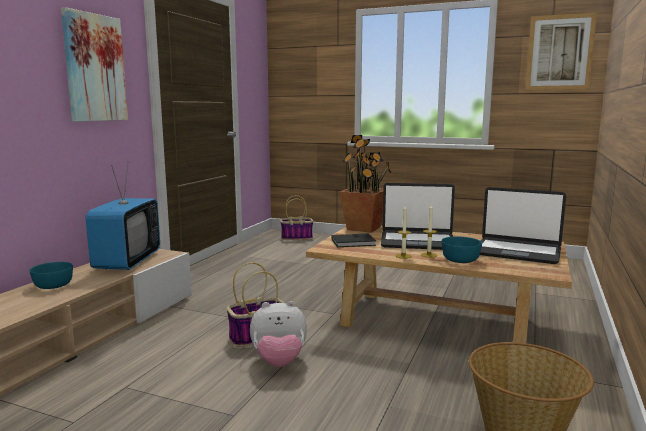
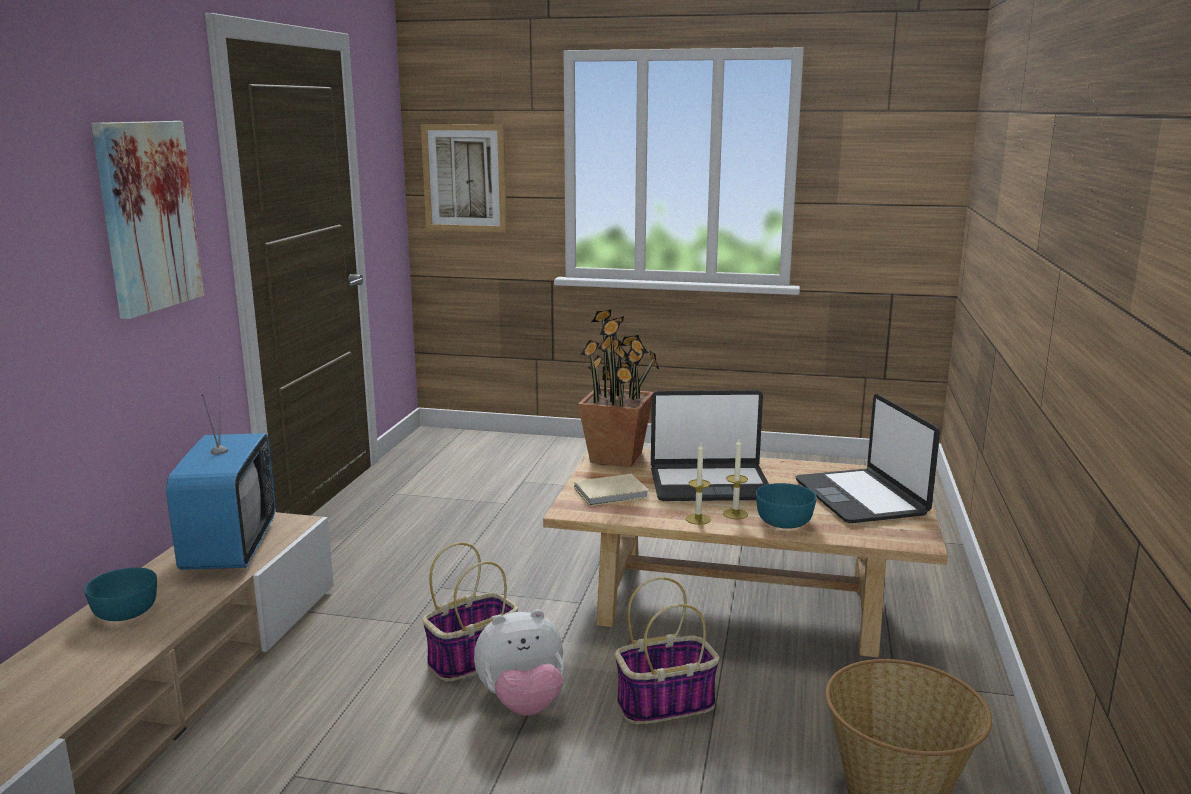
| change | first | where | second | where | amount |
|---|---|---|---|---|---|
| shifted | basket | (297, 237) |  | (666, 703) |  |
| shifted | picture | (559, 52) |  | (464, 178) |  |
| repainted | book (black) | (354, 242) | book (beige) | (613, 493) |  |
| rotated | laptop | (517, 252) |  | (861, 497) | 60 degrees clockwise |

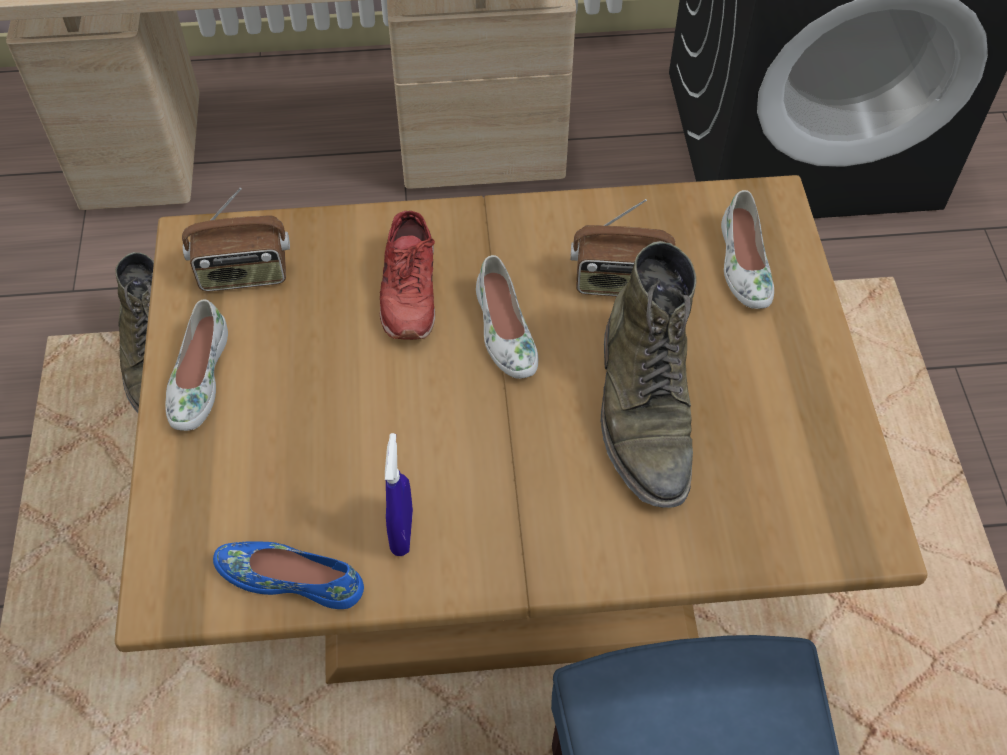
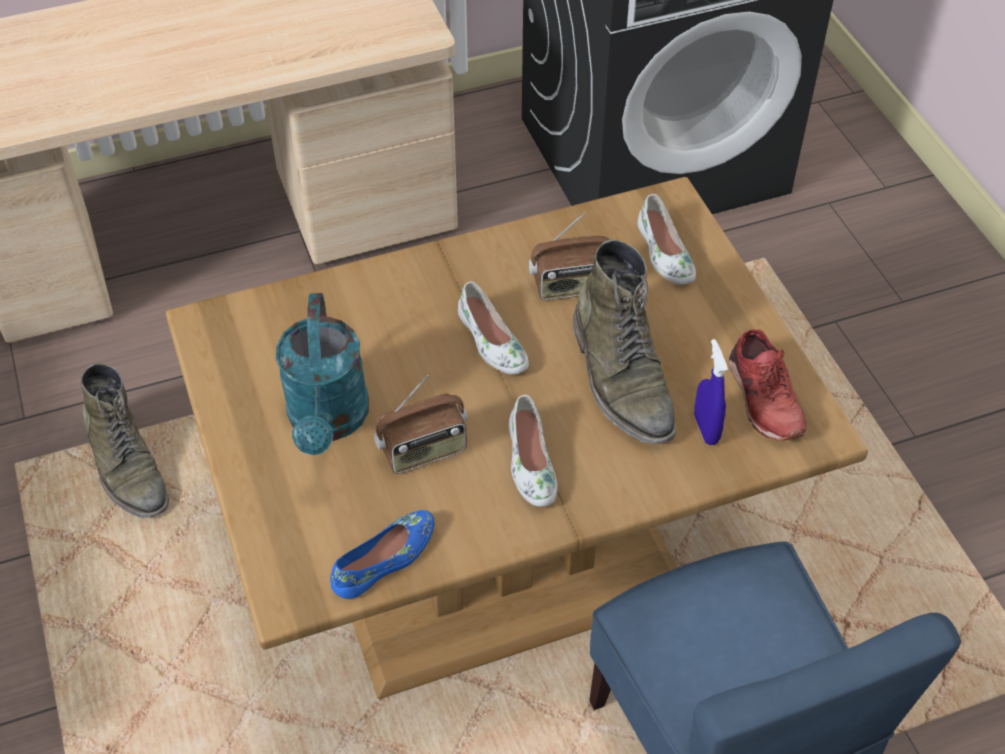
| change | first | where | second | where | amount |
|---|---|---|---|---|---|
| new |  |  | watering can (turquoise) | (328, 422) |  |
| shifted | shoe (white) | (198, 378) |  | (530, 463) |  |
| shifted | radio | (244, 274) |  | (423, 451) |  |
| shifted | shoe (red) | (408, 290) |  | (763, 398) |  |
| shifted | spray bottle (blue) | (402, 532) |  | (706, 429) |  |
| rotated | shoe (blue) | (291, 577) |  | (385, 560) | 135 degrees clockwise |

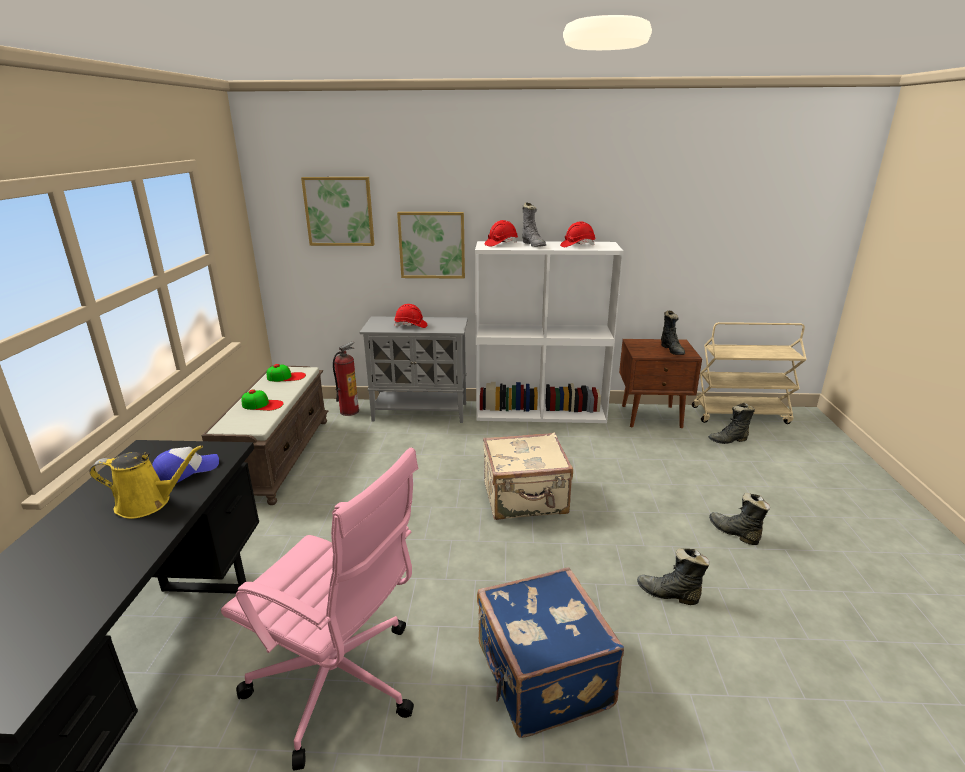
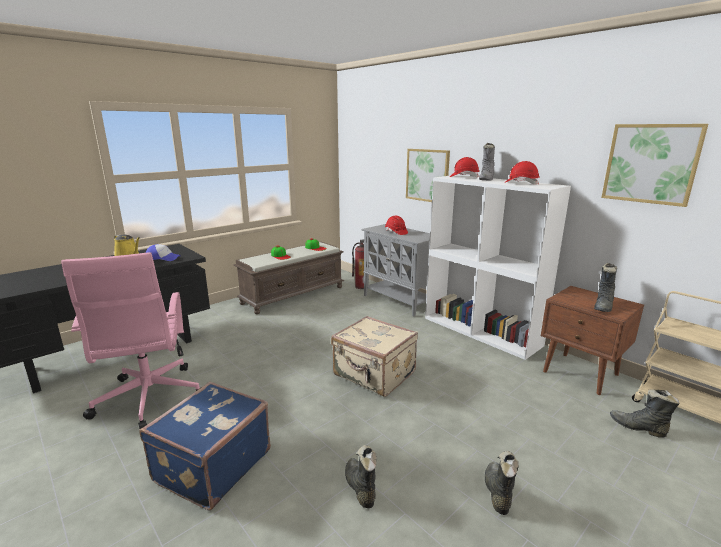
| change | first | where | second | where | amount |
|---|---|---|---|---|---|
| shifted | picture | (339, 211) |  | (651, 163) |  |

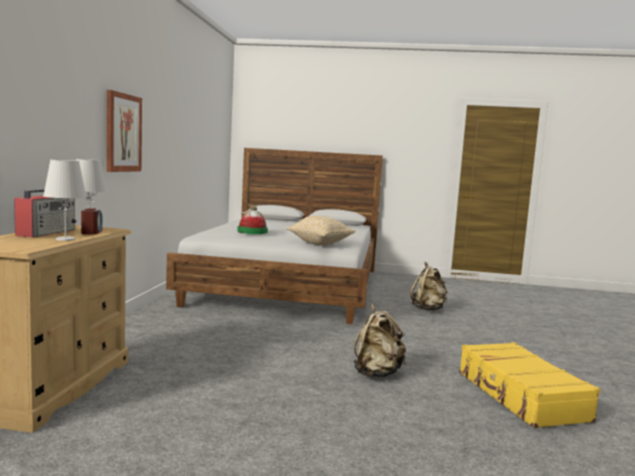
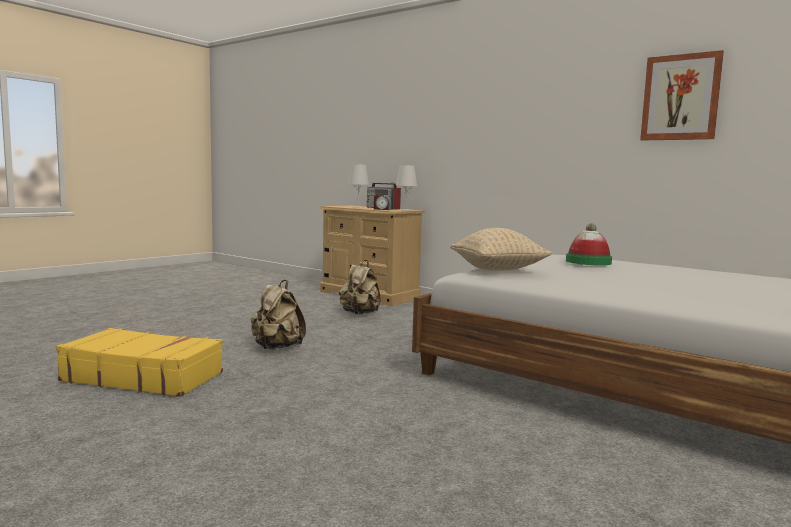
| change | first | where | second | where | amount |
|---|---|---|---|---|---|
| shifted | picture | (123, 133) |  | (680, 97) |  |
| shifted | backpack (beige) | (428, 309) |  | (359, 314) |  |

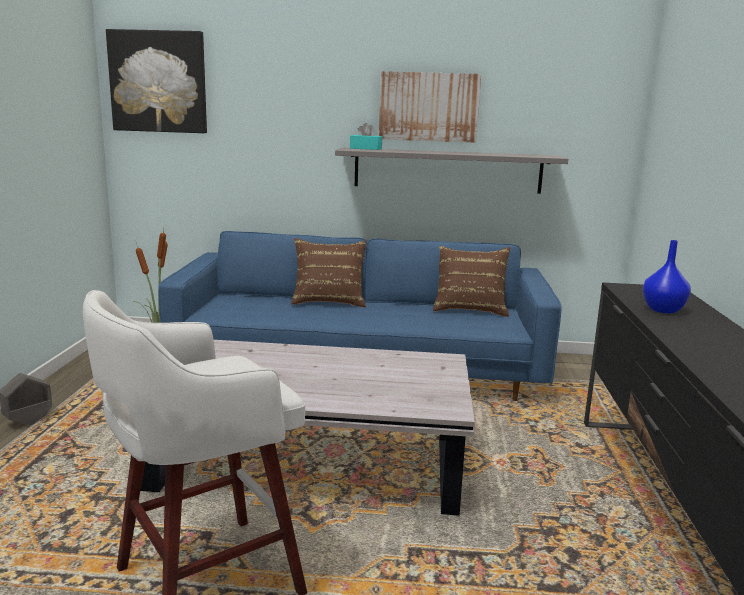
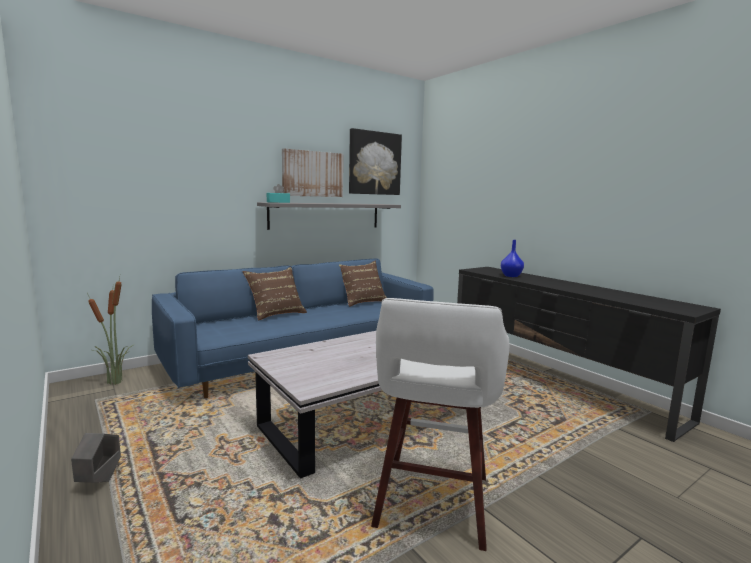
| change | first | where | second | where | amount |
|---|---|---|---|---|---|
| shifted | picture | (158, 82) |  | (374, 163) |  |

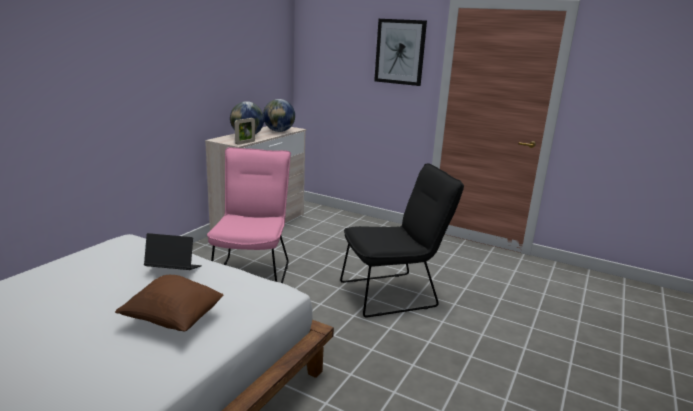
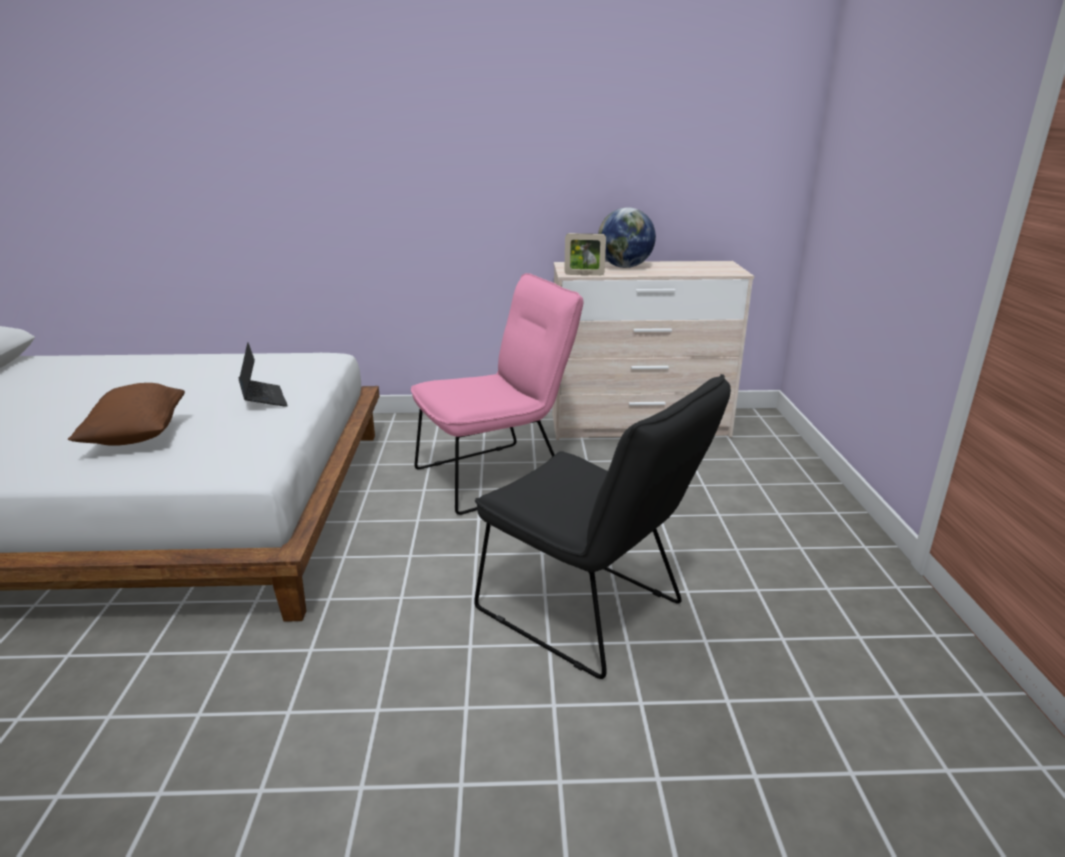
| change | first | where | second | where | amount |
|---|---|---|---|---|---|
| gone | globe | (279, 131) |  |  |  |
| gone | picture | (400, 52) |  |  |  |

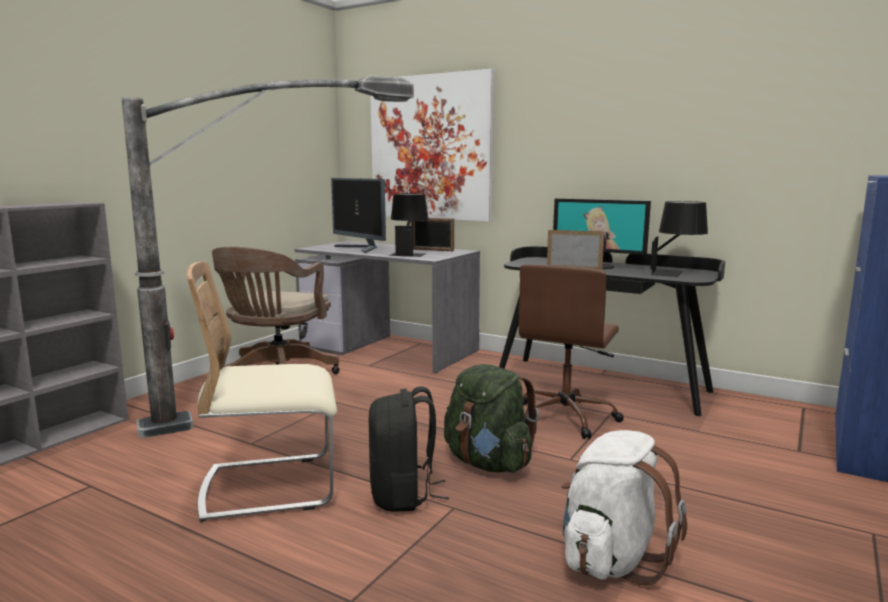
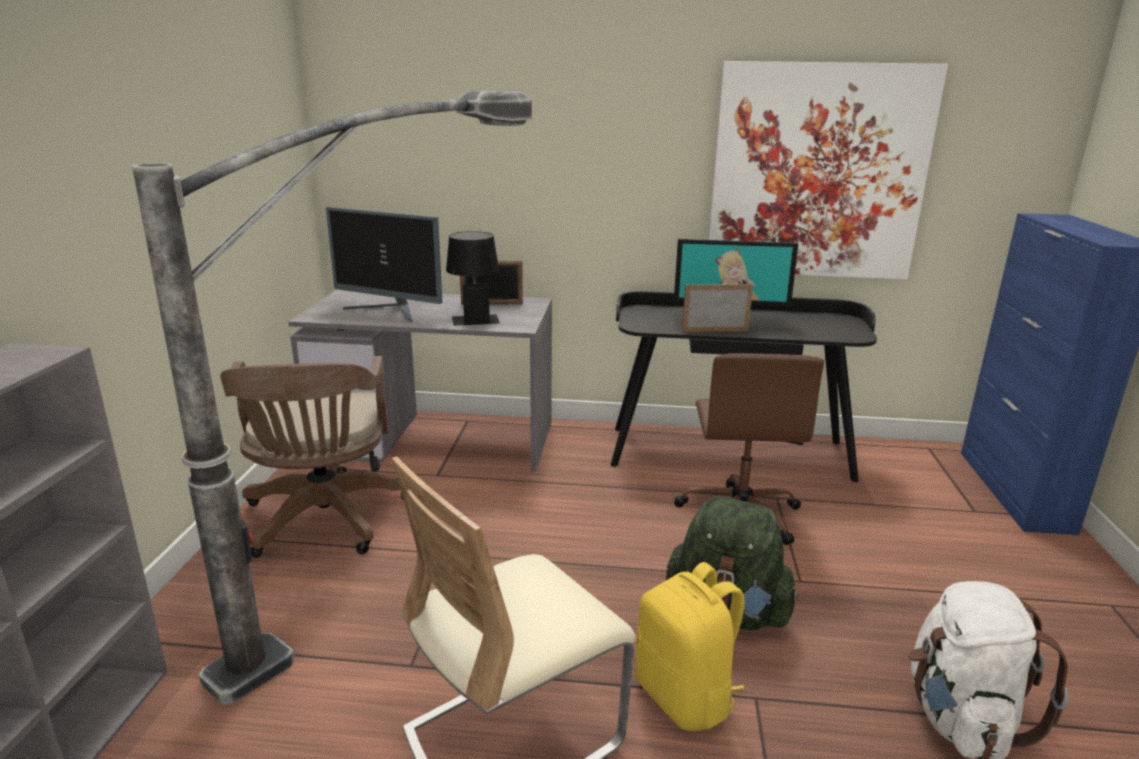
| change | first | where | second | where | amount |
|---|---|---|---|---|---|
| gone | table lamp (black) | (676, 273) |  |  |  |
| shifted | picture | (431, 148) |  | (817, 173) |  |
| repainted | backpack (black) | (403, 495) | backpack (yellow) | (686, 697) |  |

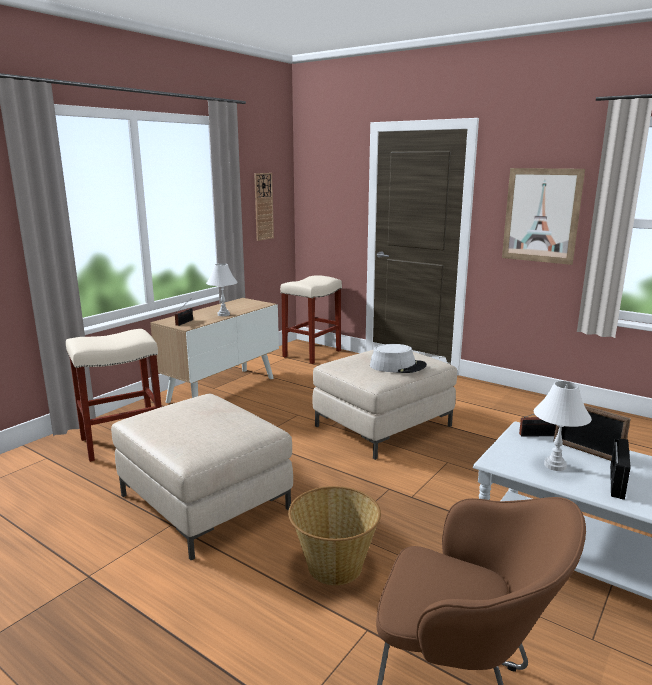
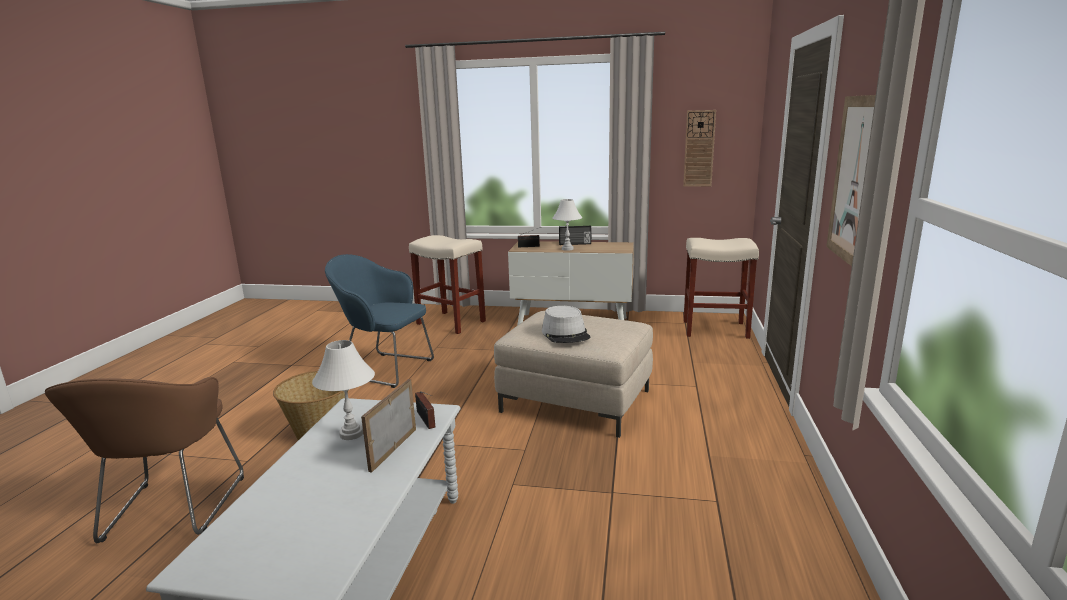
| change | first | where | second | where | amount |
|---|---|---|---|---|---|
| shifted | radio | (618, 482) |  | (575, 244) |  |
| swapped | ottoman (beige) | (204, 502) | armchair (blue) | (385, 368) |  |

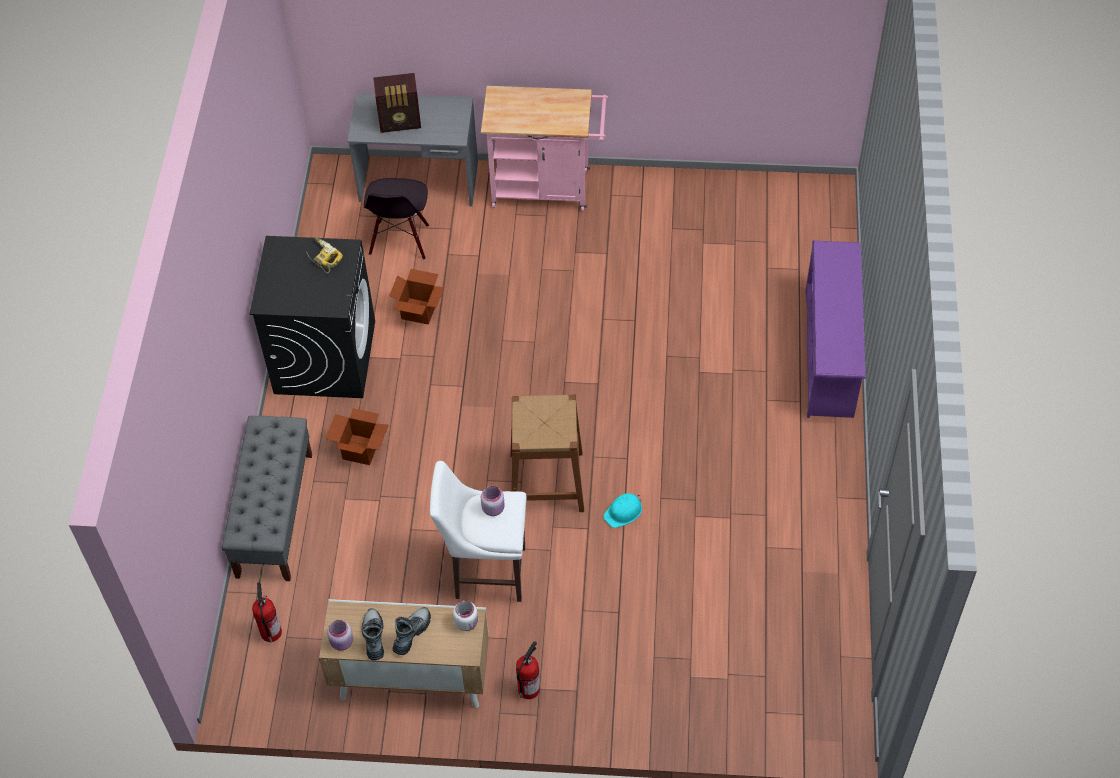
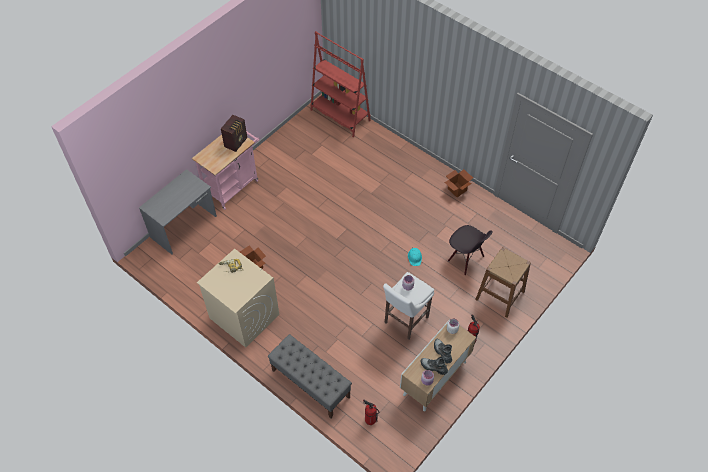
| change | first | where | second | where | amount |
|---|---|---|---|---|---|
| gone | shoe rack (purple) | (830, 354) |  |  |  |
| new |  |  | bookcase (red) | (340, 115) |  |
| shifted | cardboard box | (361, 450) |  | (457, 189) |  |
| shifted | chair (black) | (400, 241) |  | (465, 259) |  |
| shifted | radio | (400, 122) |  | (236, 142) |  |
| shifted | stool (brown) | (546, 482) |  | (500, 295) |  |
| repainted | washing machine (black) | (324, 356) | washing machine (beige) | (243, 316) |  |

